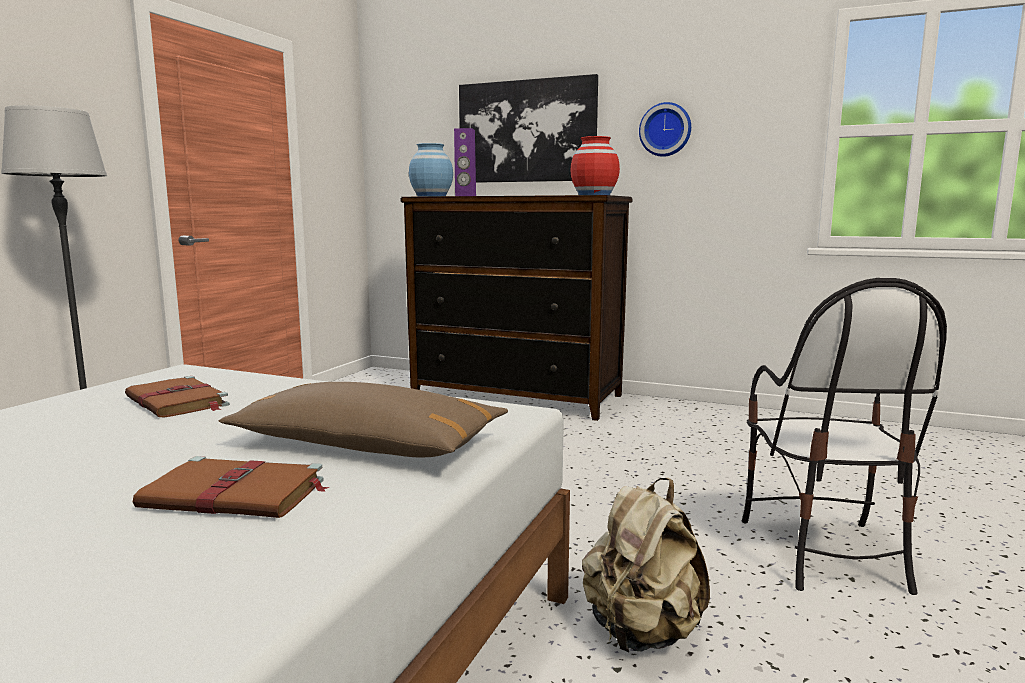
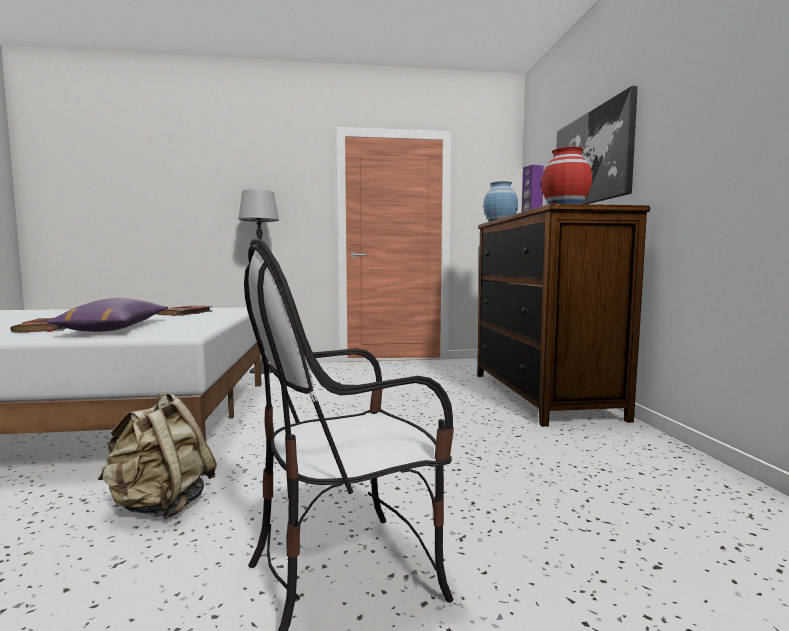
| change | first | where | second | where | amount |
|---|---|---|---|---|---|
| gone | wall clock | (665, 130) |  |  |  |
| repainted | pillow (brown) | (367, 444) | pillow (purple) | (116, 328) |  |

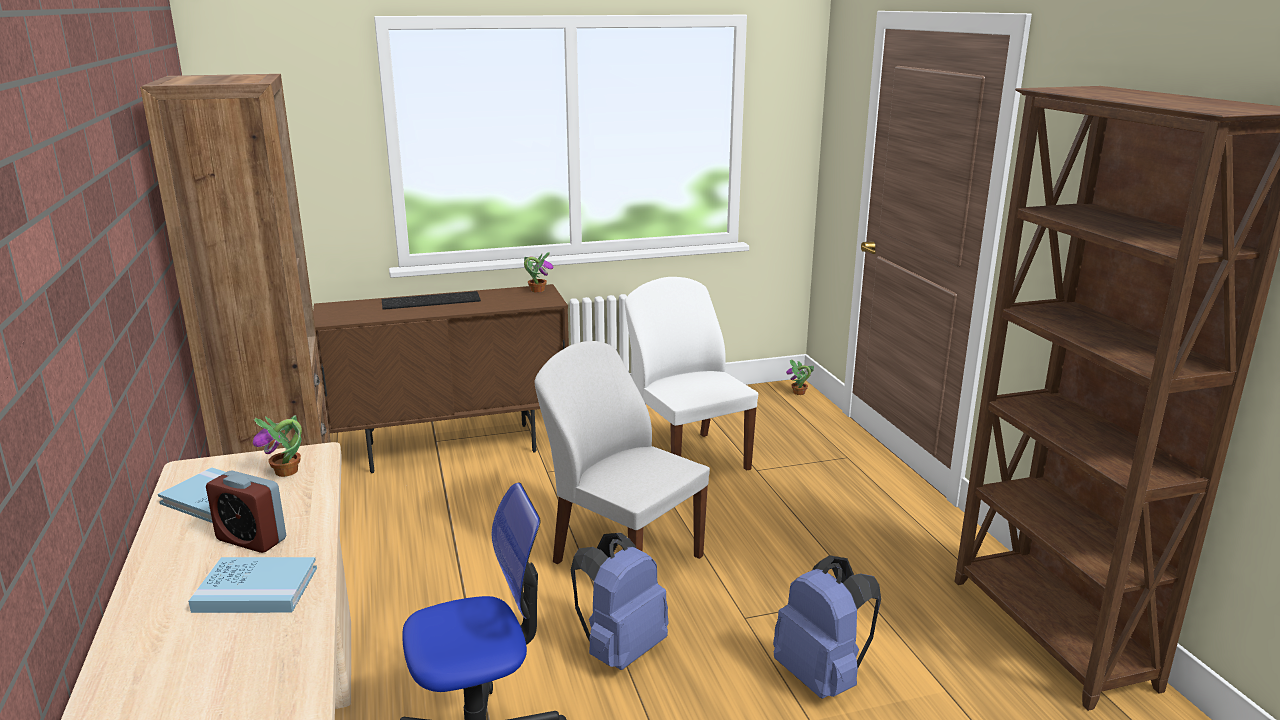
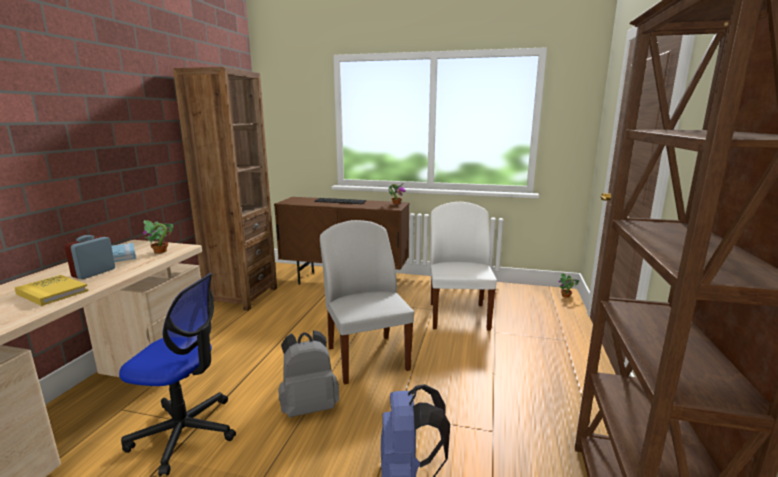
| change | first | where | second | where | amount |
|---|---|---|---|---|---|
| repainted | book (blue) | (256, 589) | book (yellow) | (52, 292) |  |
| repainted | backpack (blue) | (620, 649) | backpack (grey) | (309, 406) |  |
| rotated | alarm clock | (251, 539) |  | (94, 273) | 60 degrees clockwise |

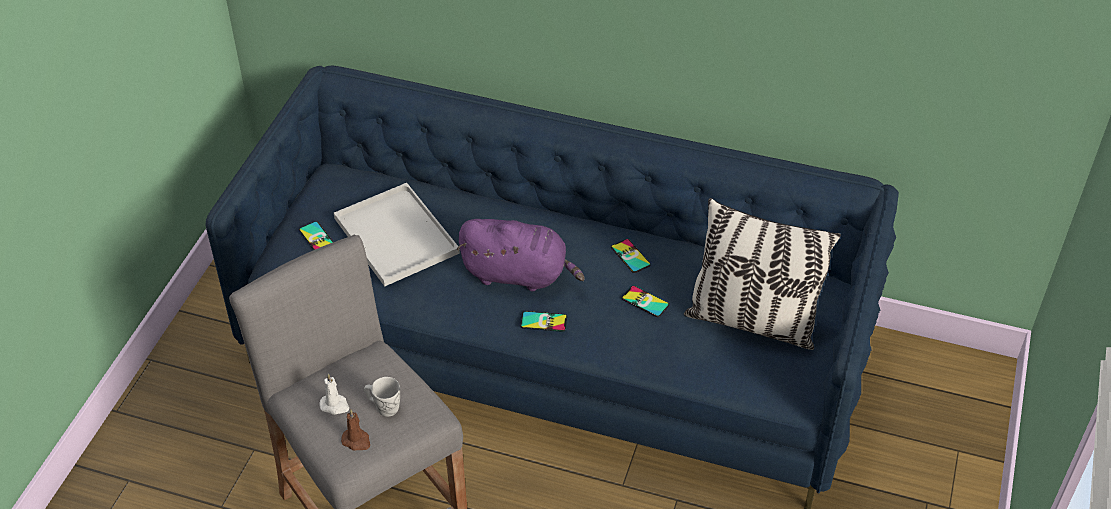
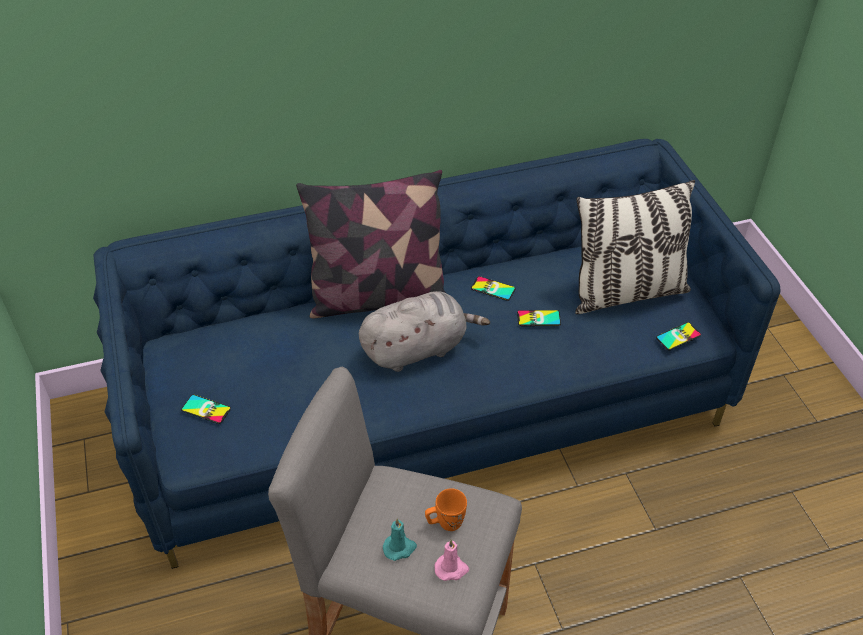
| change | first | where | second | where | amount |
|---|---|---|---|---|---|
| gone | tray (white) | (398, 236) |  |  |  |
| new |  |  | pillow | (378, 296) |  |
| shifted | phone | (543, 321) |  | (678, 336) |  |
| repainted | candle (white) | (335, 405) | candle (turquoise) | (400, 548) |  |
| repainted | candle (brown) | (357, 441) | candle (pink) | (451, 569) |  |
| repainted | mug (white) | (383, 407) | mug (orange) | (445, 522) |  |
| repainted | plush toy (purple) | (519, 274) | plush toy (grey) | (418, 348) |  |

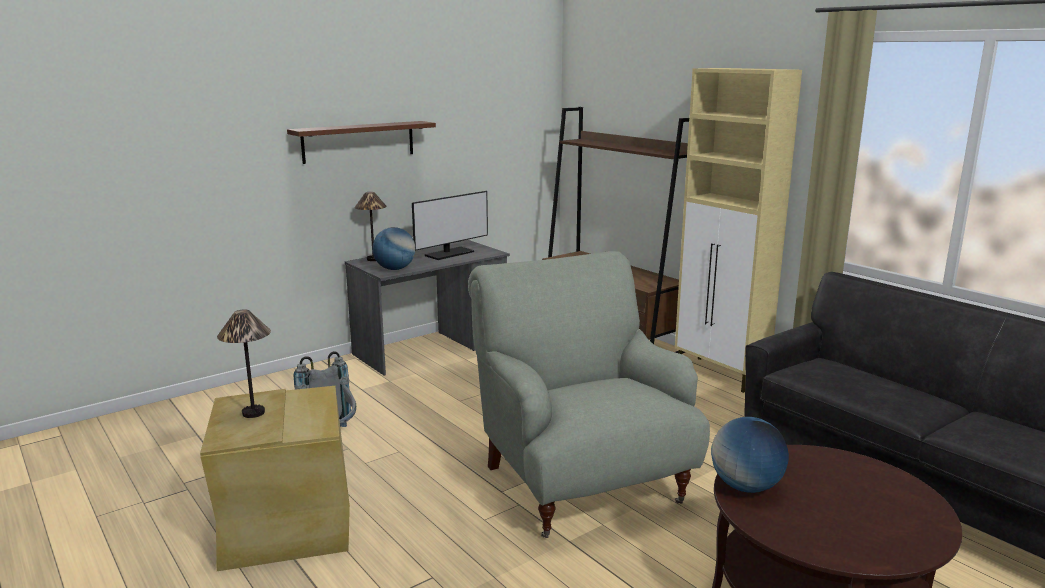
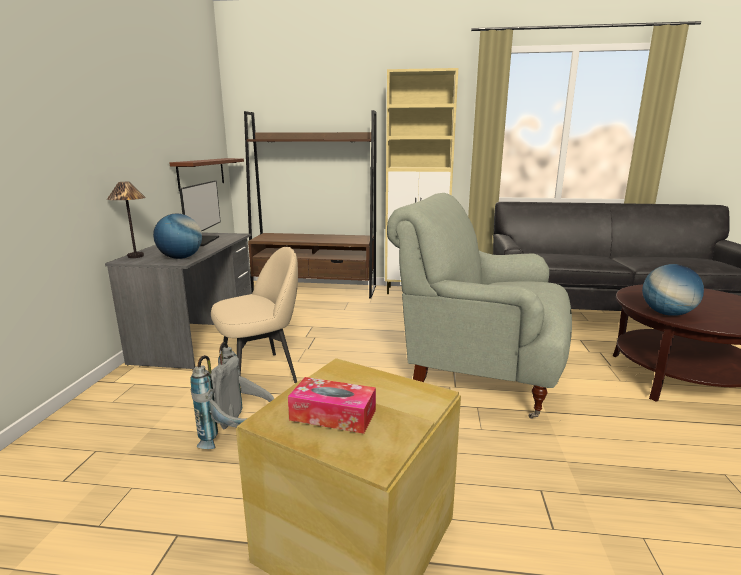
| change | first | where | second | where | amount |
|---|---|---|---|---|---|
| new |  |  | chair (beige) | (260, 373) |  |
| shifted | shelf (brown) | (359, 141) |  | (201, 173) |  |
| swapped | table lamp | (253, 413) | tissue box | (333, 415) |  |

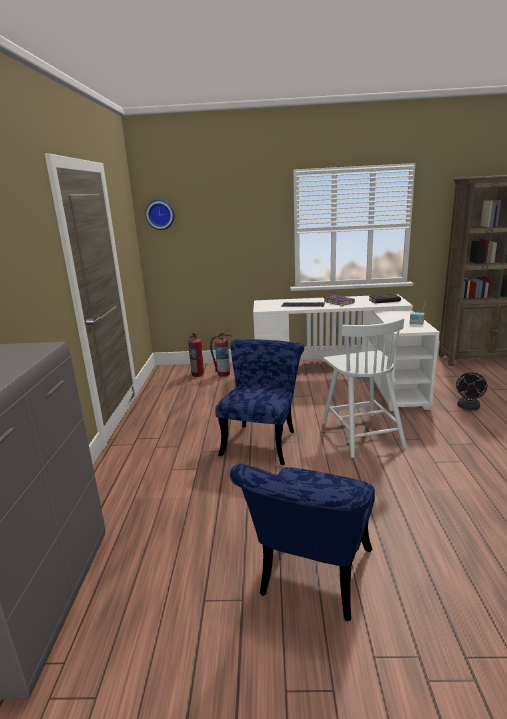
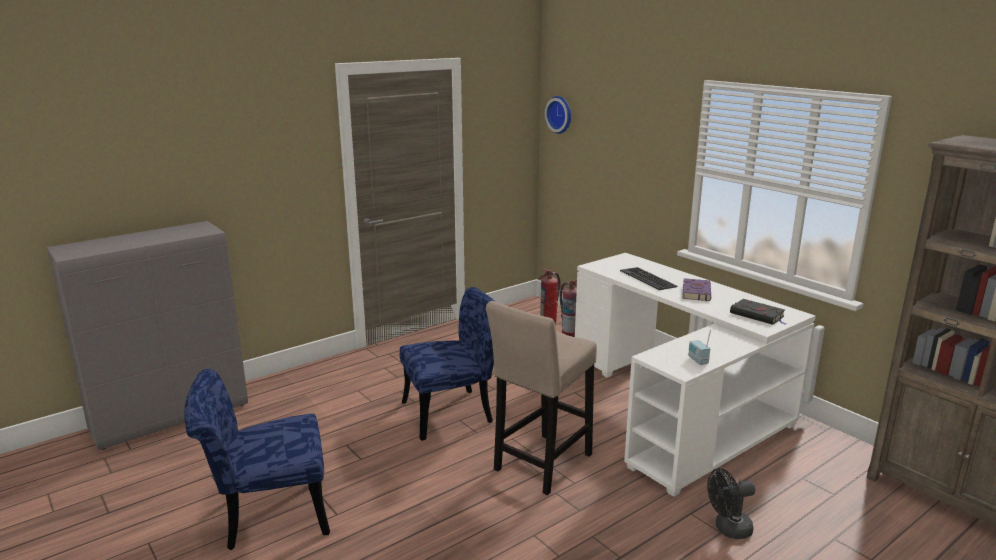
| change | first | where | second | where | amount |
|---|---|---|---|---|---|
| swapped | chair (white) | (361, 434) | stool (beige) | (540, 465) |  |

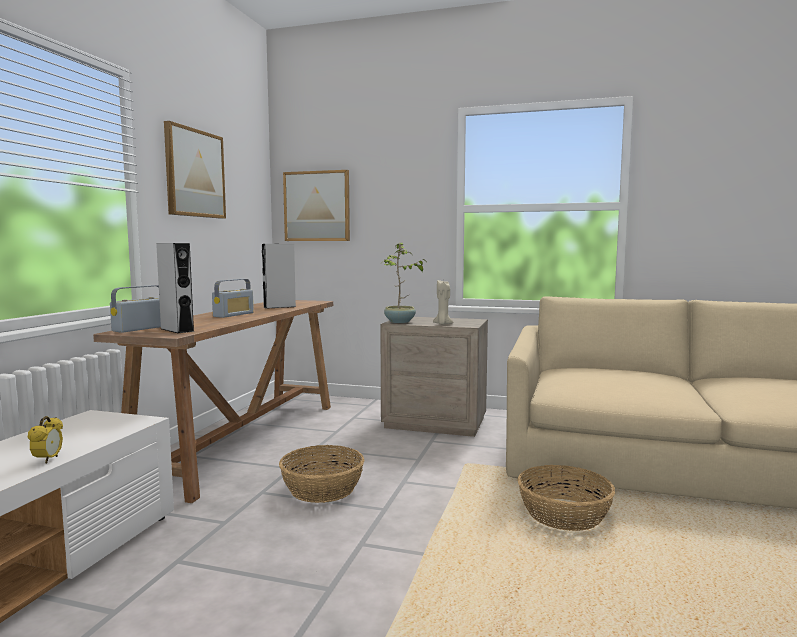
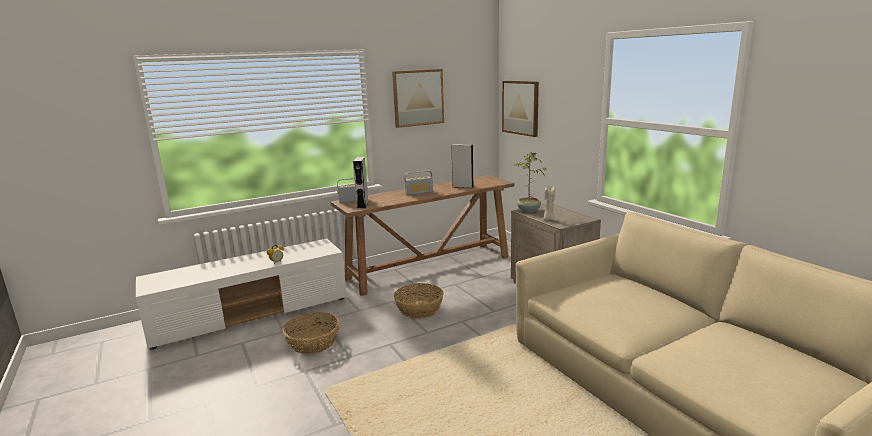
| change | first | where | second | where | amount |
|---|---|---|---|---|---|
| shifted | basket | (563, 515) |  | (313, 342) |  |

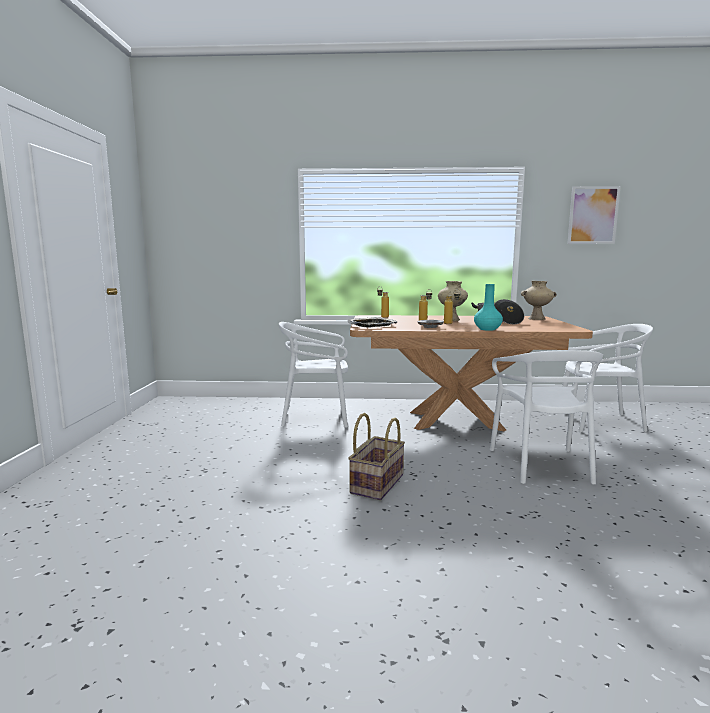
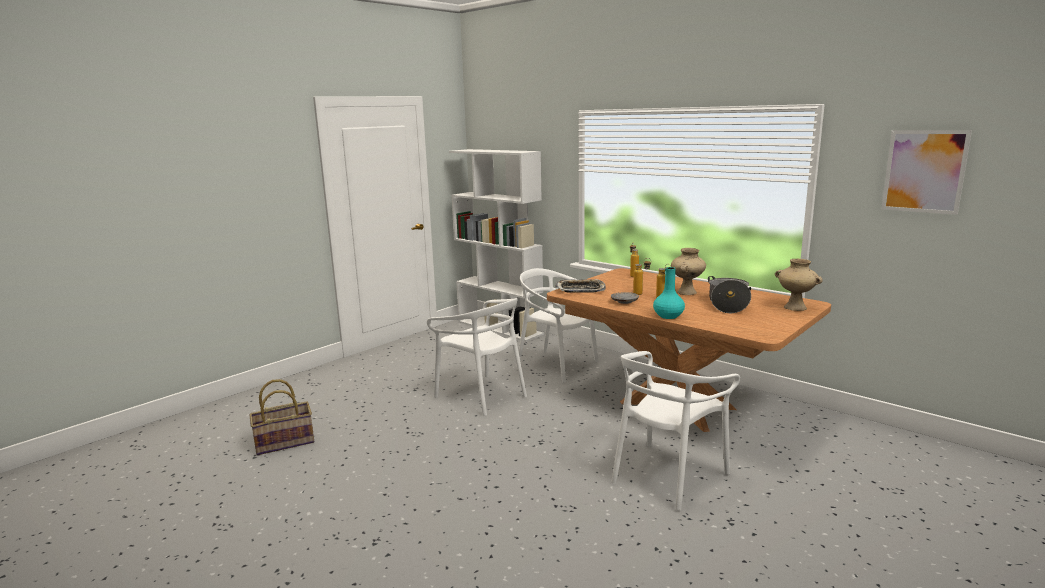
| change | first | where | second | where | amount |
|---|---|---|---|---|---|
| new |  |  | bookcase (white) | (500, 328) |  |
| shifted | basket | (376, 483) |  | (285, 442) |  |
| shifted | chair (white) | (598, 421) |  | (482, 395) |  |

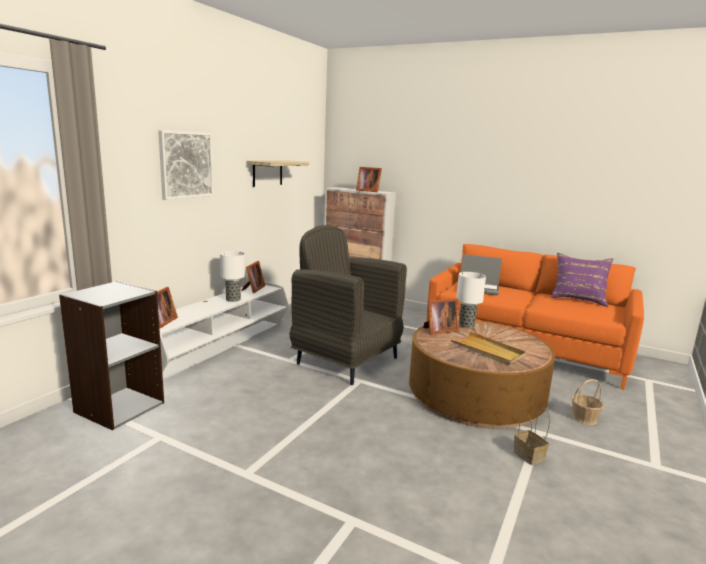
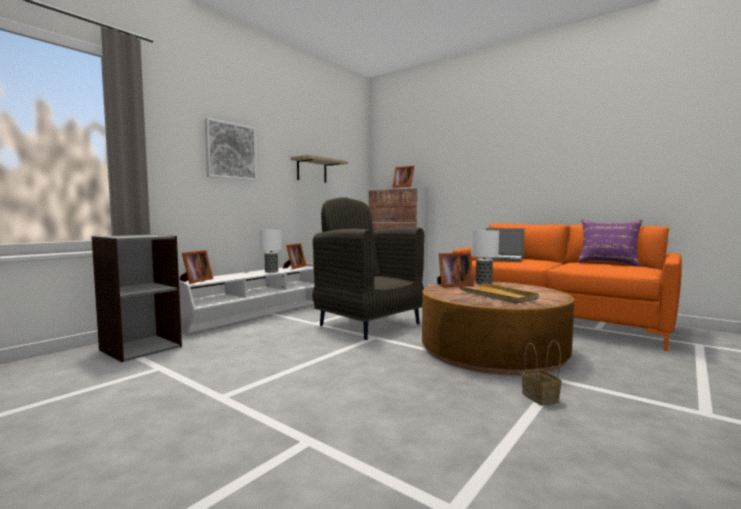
| change | first | where | second | where | amount |
|---|---|---|---|---|---|
| gone | basket | (584, 418) |  |  |  |

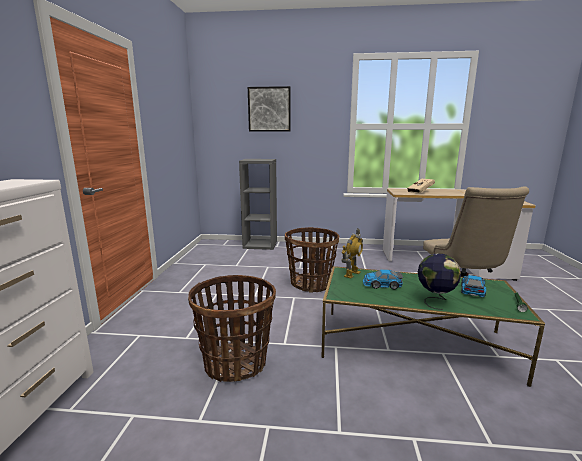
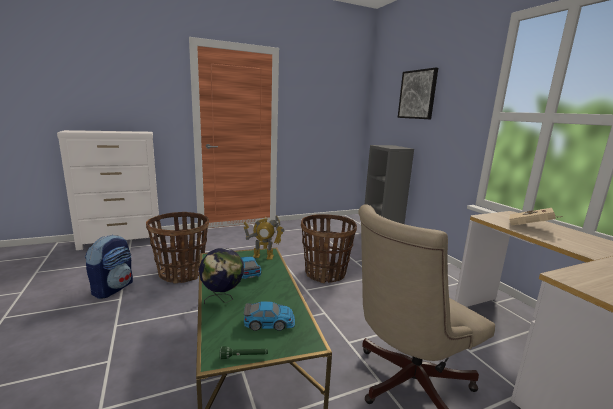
| change | first | where | second | where | amount |
|---|---|---|---|---|---|
| new |  |  | backpack | (113, 288) |  |

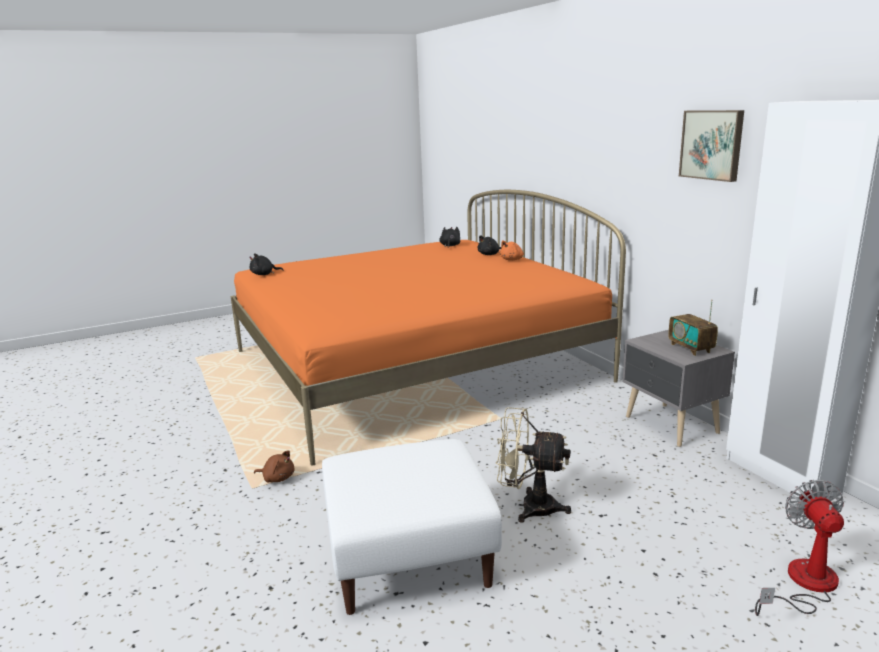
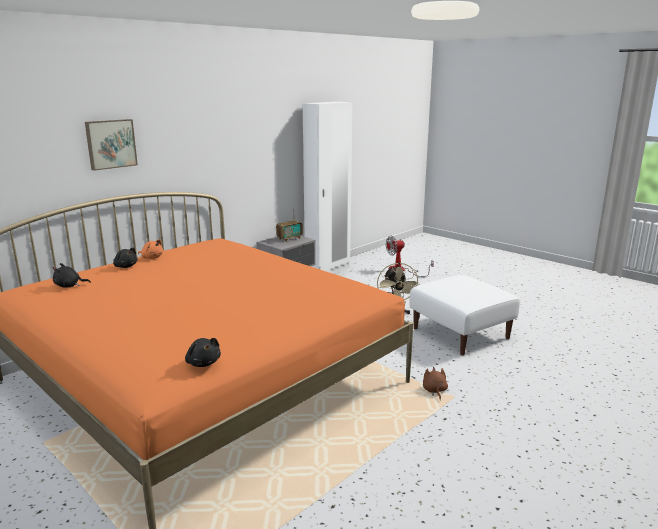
| change | first | where | second | where | amount |
|---|---|---|---|---|---|
| shifted | picture | (712, 144) |  | (110, 144) |  |

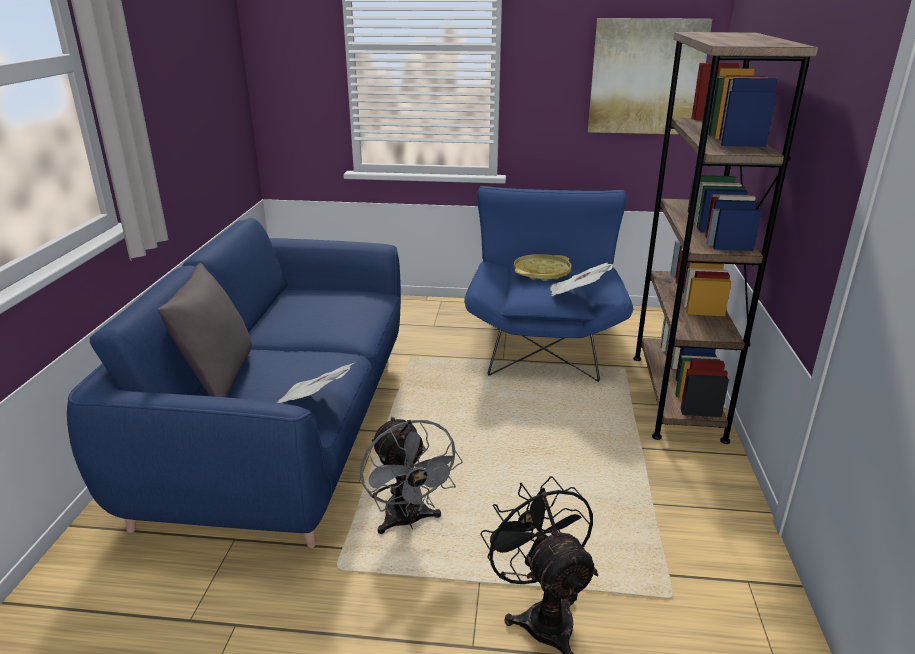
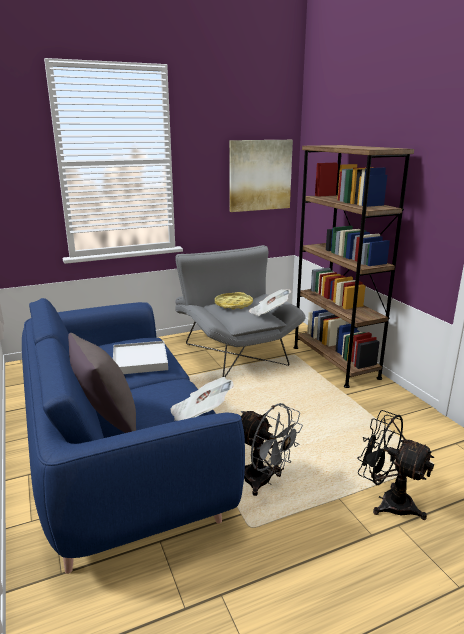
| change | first | where | second | where | amount |
|---|---|---|---|---|---|
| new |  |  | tray (white) | (140, 360) |  |
| repainted | armchair (blue) | (543, 340) | armchair (grey) | (233, 350) |  |

